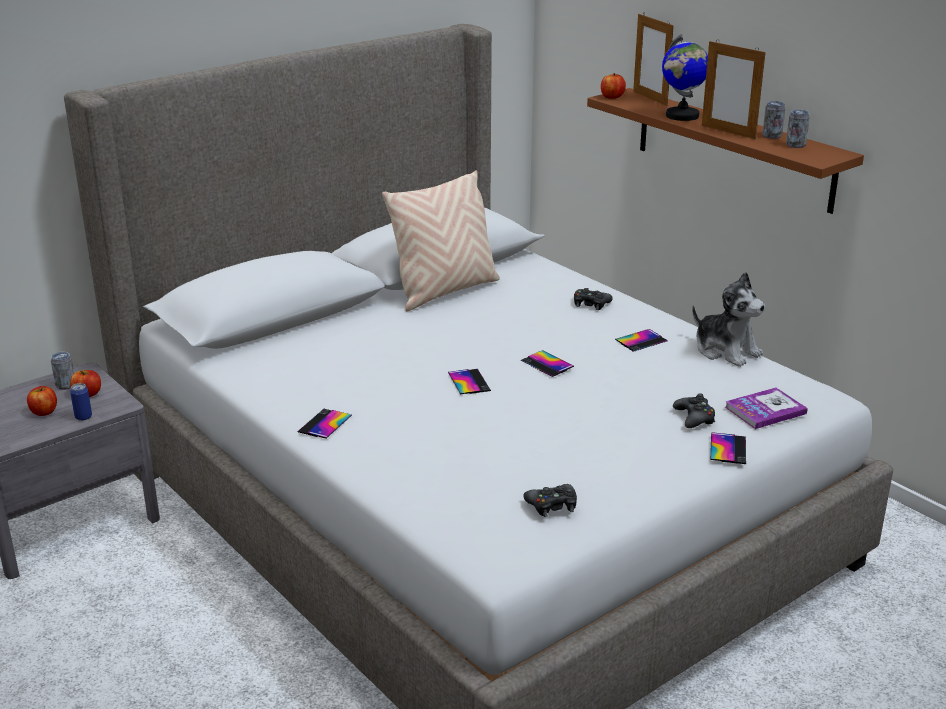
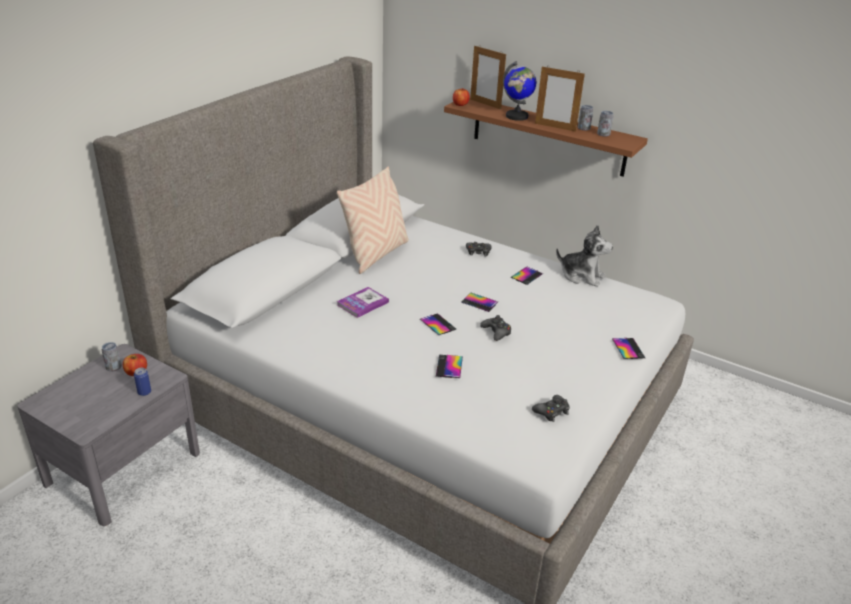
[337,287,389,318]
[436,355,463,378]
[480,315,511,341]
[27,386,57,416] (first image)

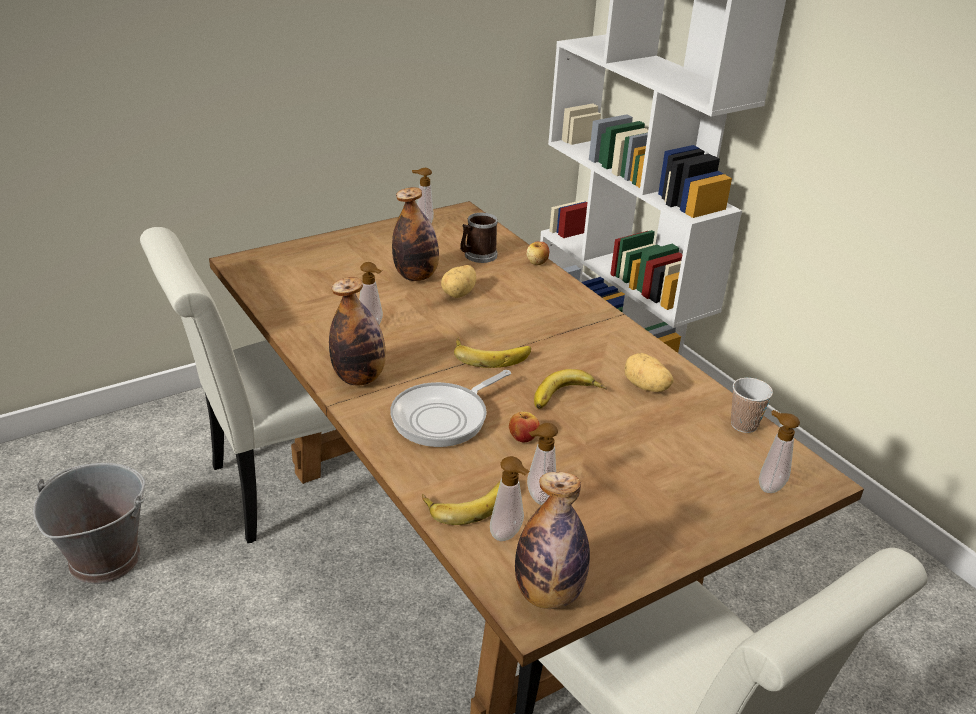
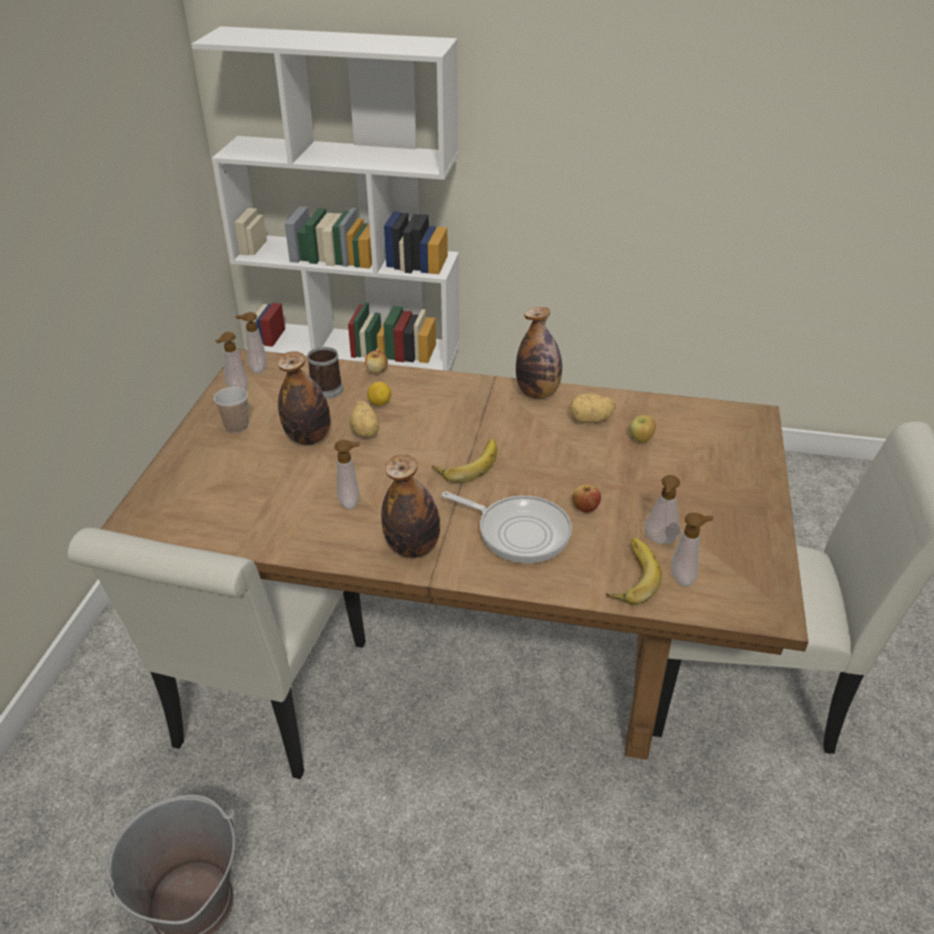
[214,387,248,433]
[236,312,267,373]
[367,382,391,406]
[442,491,572,563]
[516,307,562,399]
[630,415,656,443]
[534,369,607,409] (first image)

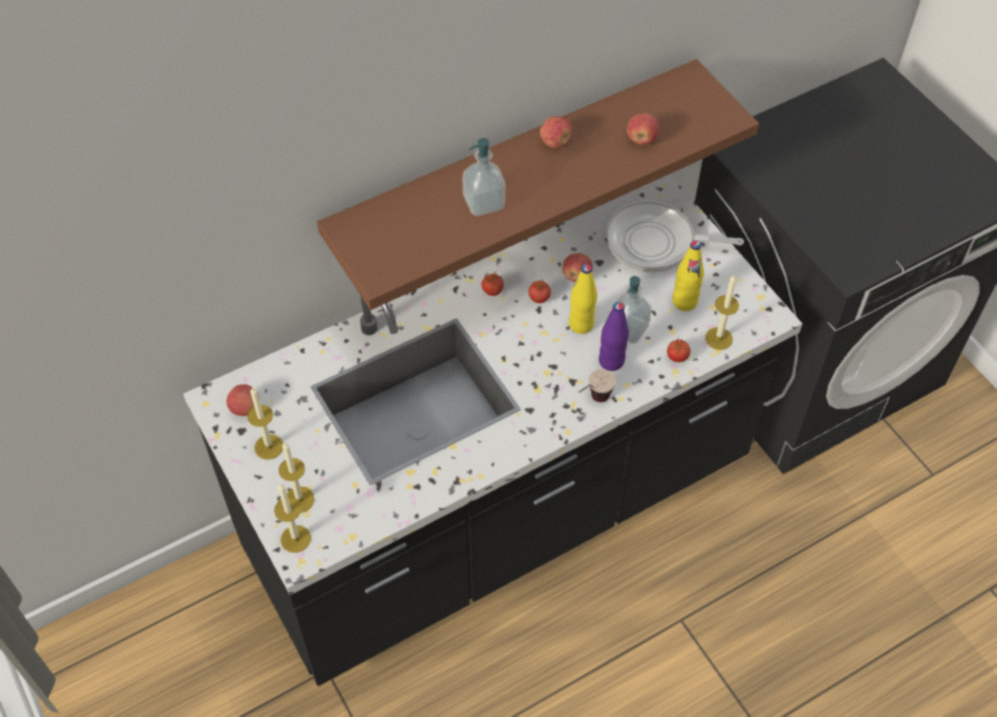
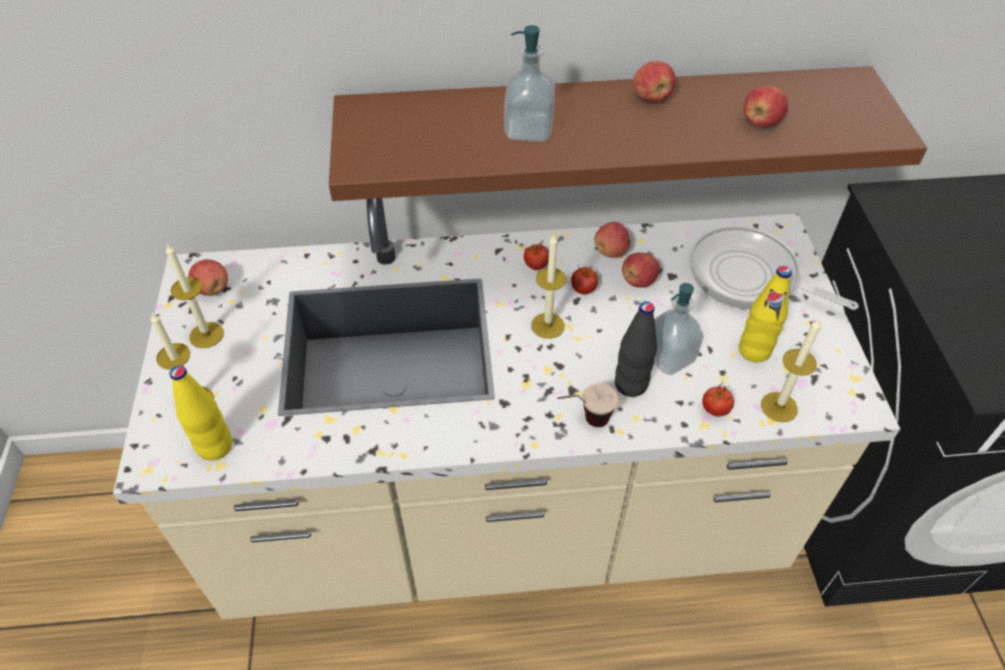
[113,198,900,619]
[169,366,232,461]
[531,235,566,339]
[595,222,630,258]
[615,301,657,397]

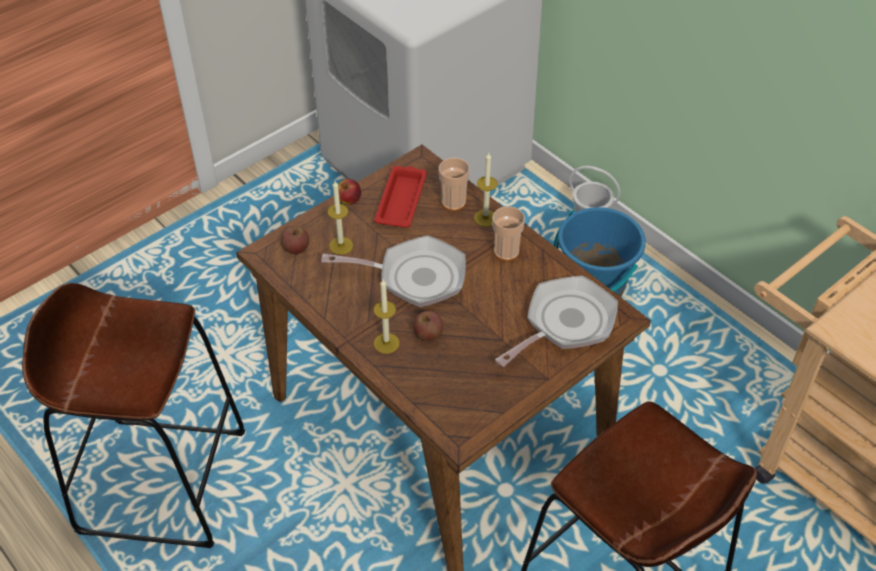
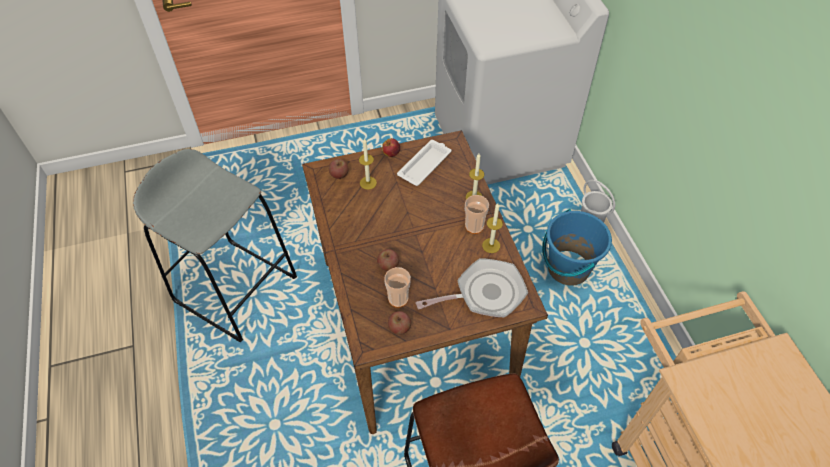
[133,149,297,342]
[384,267,411,308]
[388,311,411,335]
[397,140,451,186]
[482,203,503,253]
[321,235,466,307] (first image)

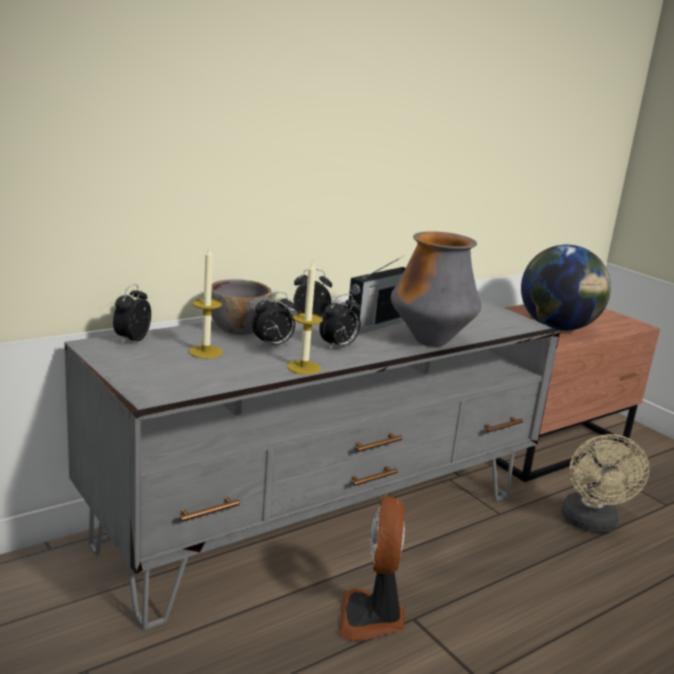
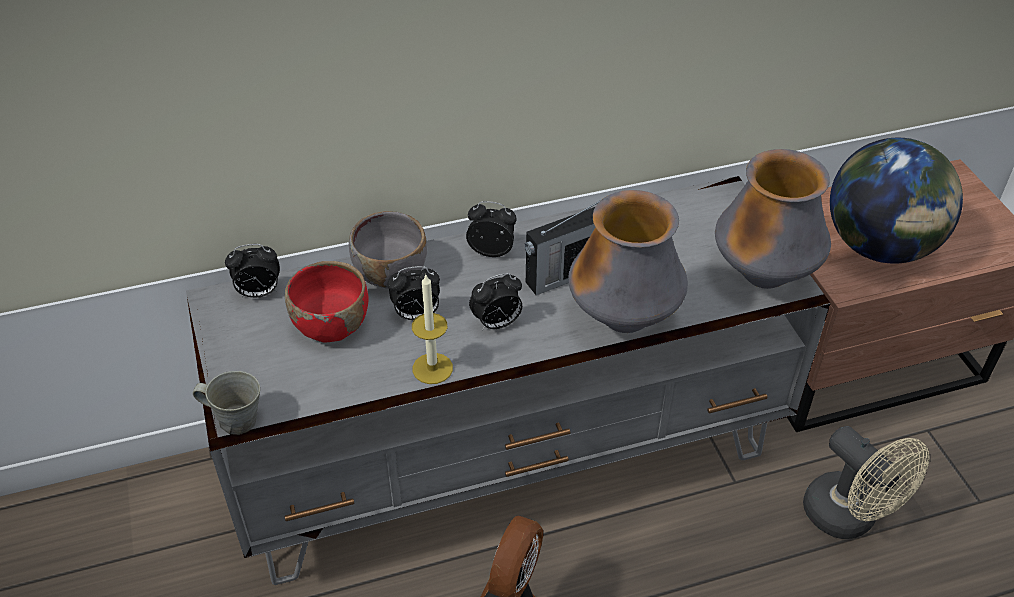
[193,371,260,435]
[225,244,280,298]
[285,261,369,343]
[715,149,831,289]
[803,426,930,539]

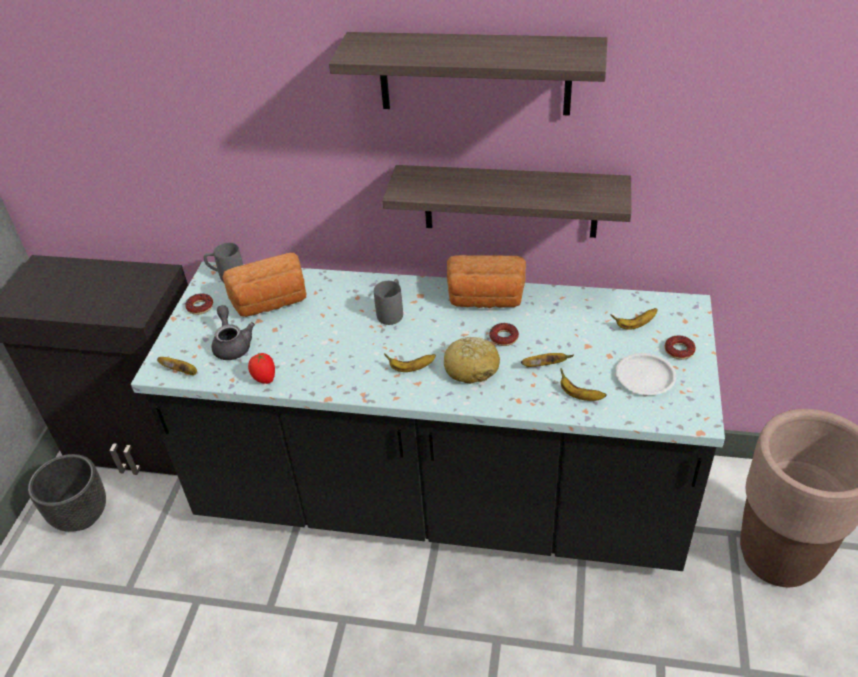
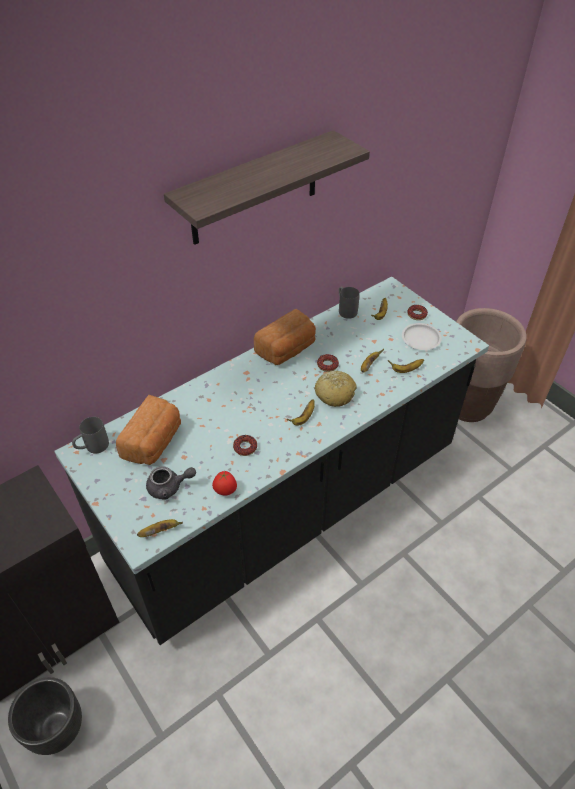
[146,466,196,500]
[233,435,257,456]
[339,286,360,319]
[383,165,631,238] (first image)

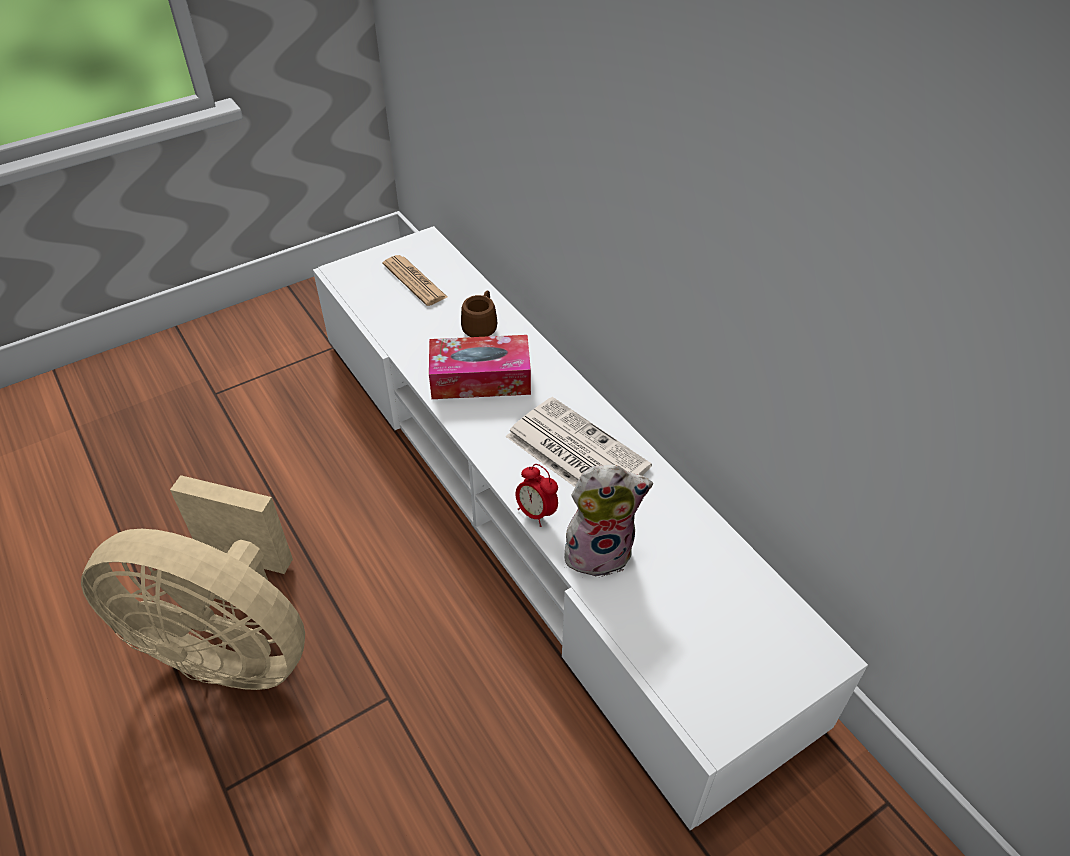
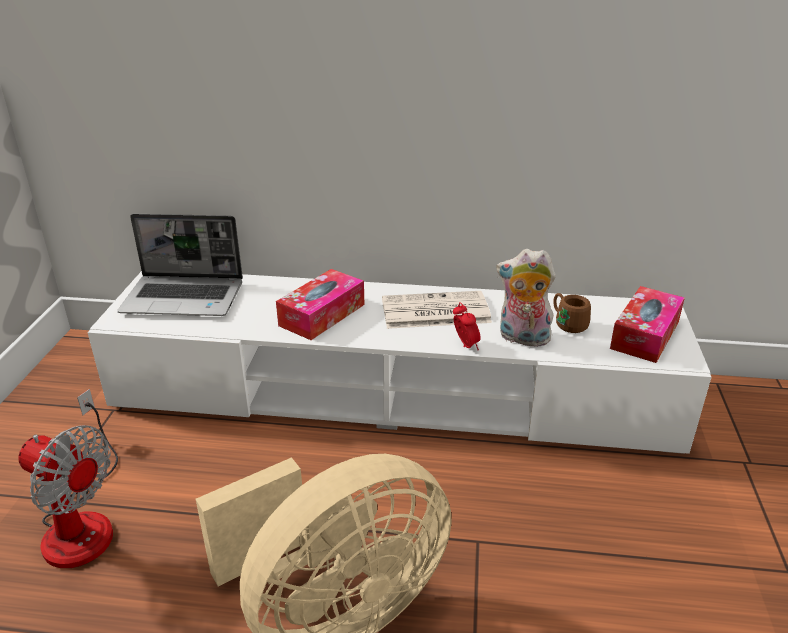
[18,389,118,568]
[117,214,243,316]
[453,302,481,350]
[496,249,556,347]
[553,293,591,333]
[610,286,685,363]

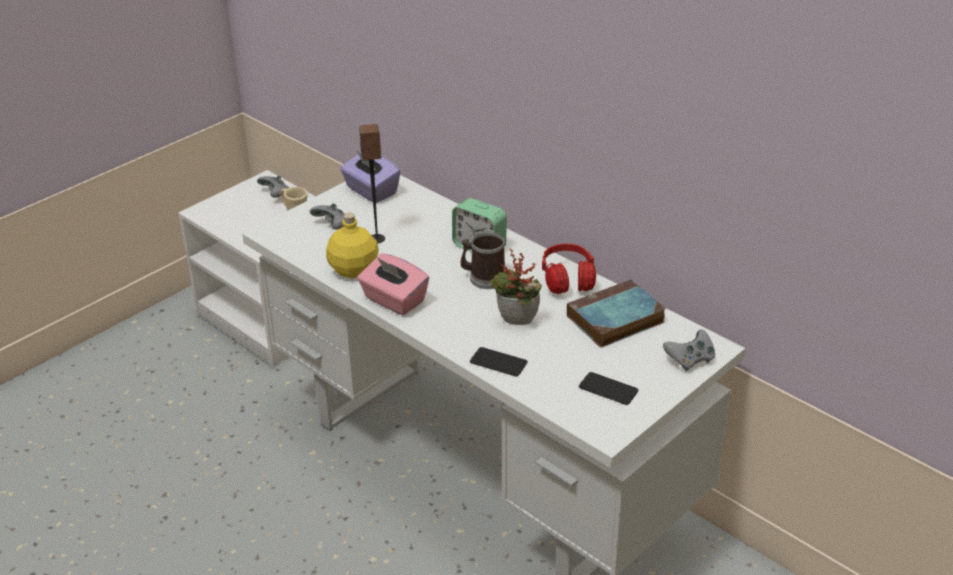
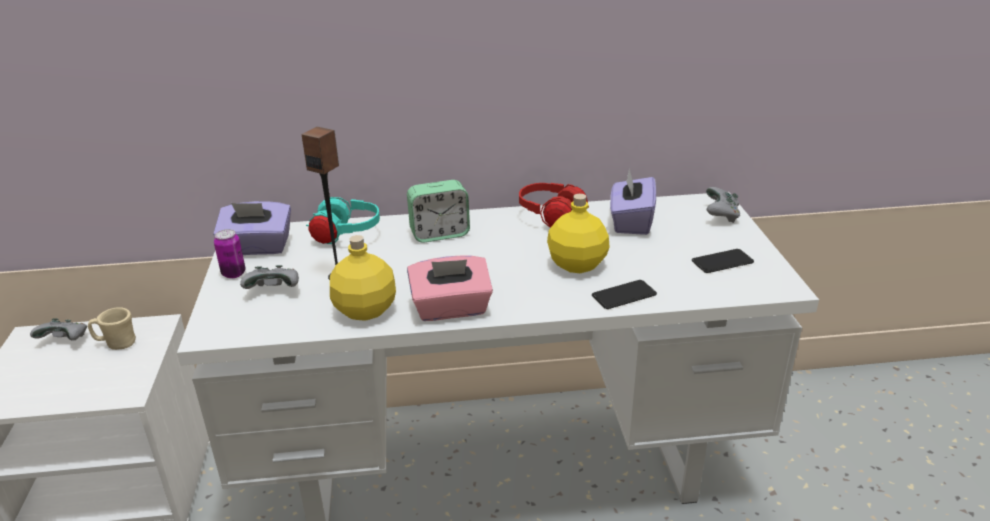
[214,229,246,278]
[306,197,380,244]
[547,194,610,273]
[610,169,656,235]
[461,232,505,289] (first image)

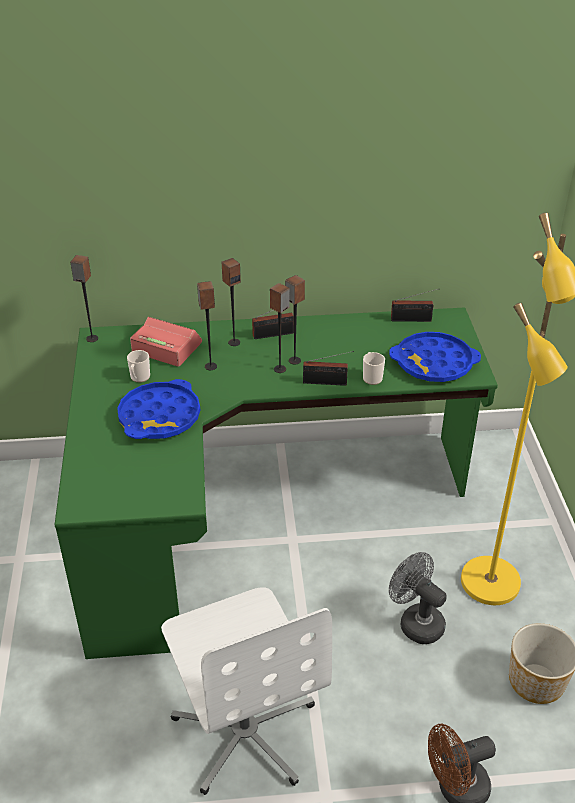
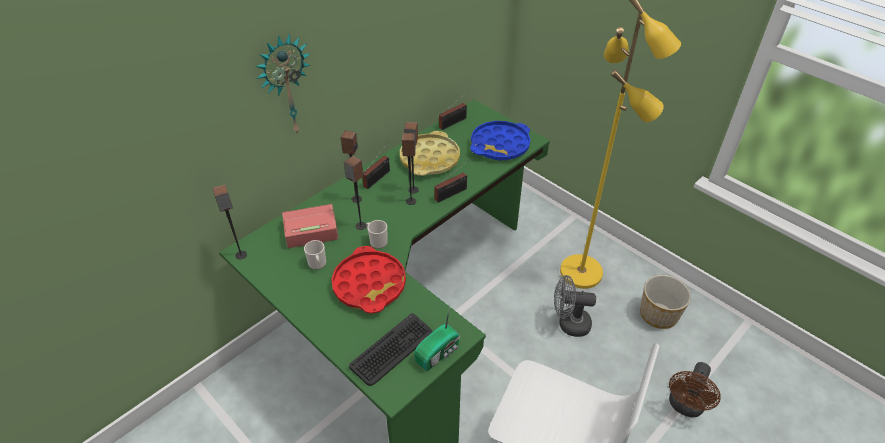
[255,33,311,135]
[332,246,406,314]
[349,313,432,386]
[366,220,388,249]
[400,131,460,176]
[414,304,460,371]

